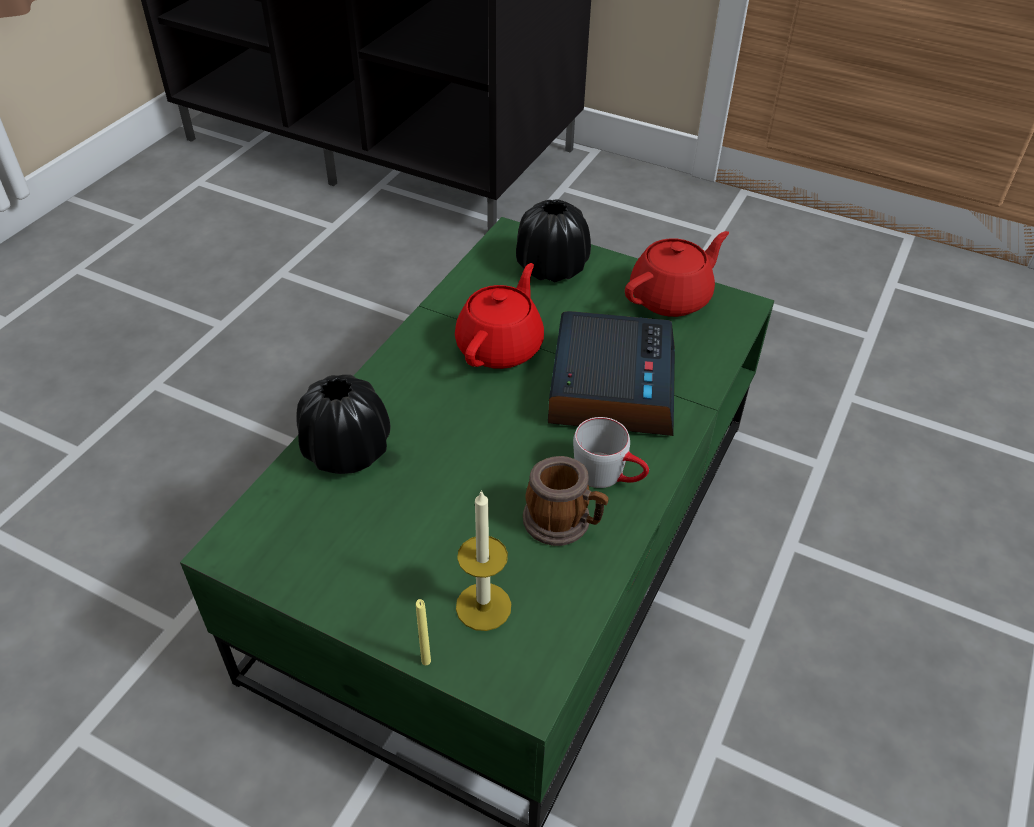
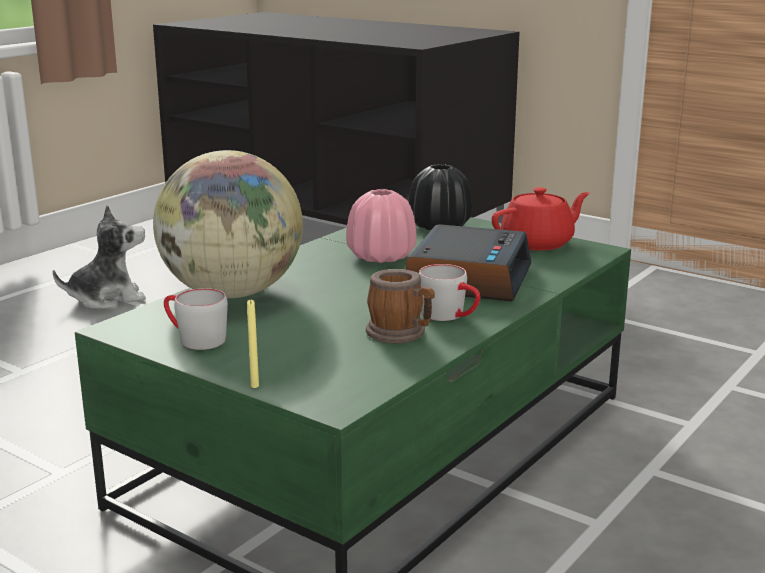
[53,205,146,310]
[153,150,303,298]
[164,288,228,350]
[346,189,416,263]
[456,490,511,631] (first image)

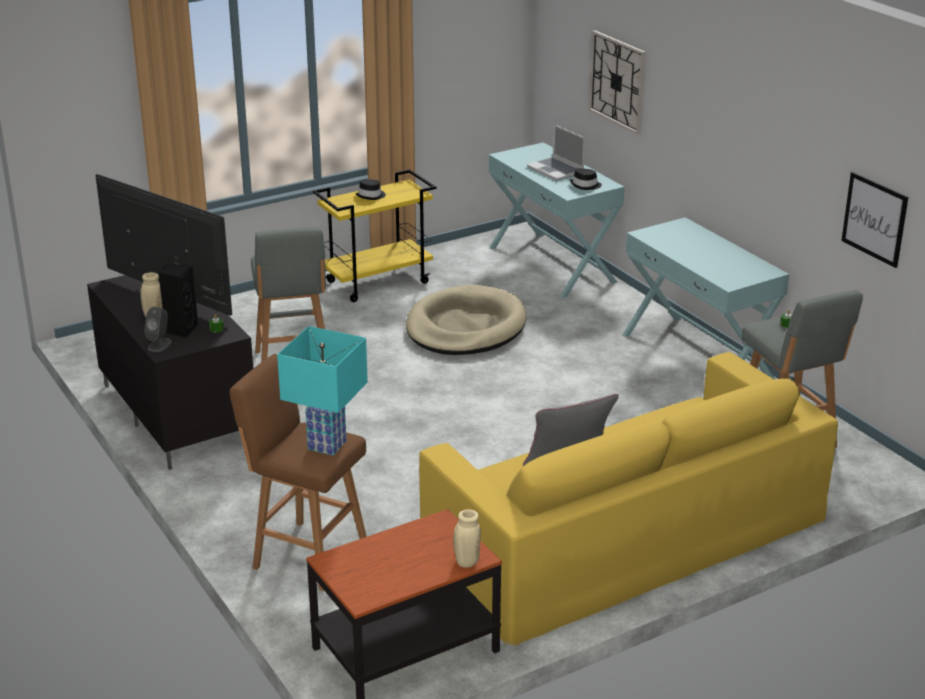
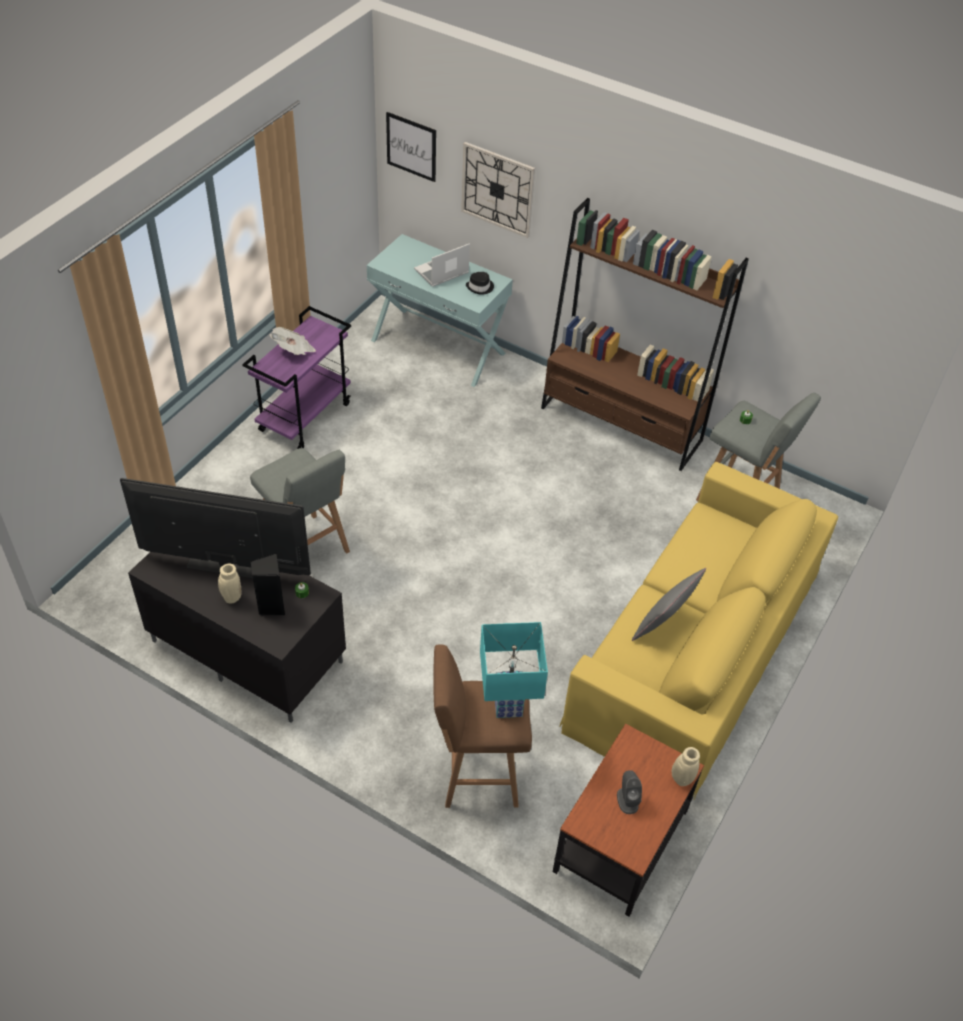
[242,306,351,449]
[269,327,316,355]
[386,112,436,182]
[414,243,470,287]
[541,198,749,471]
[617,770,642,814]
[406,285,526,355] (first image)

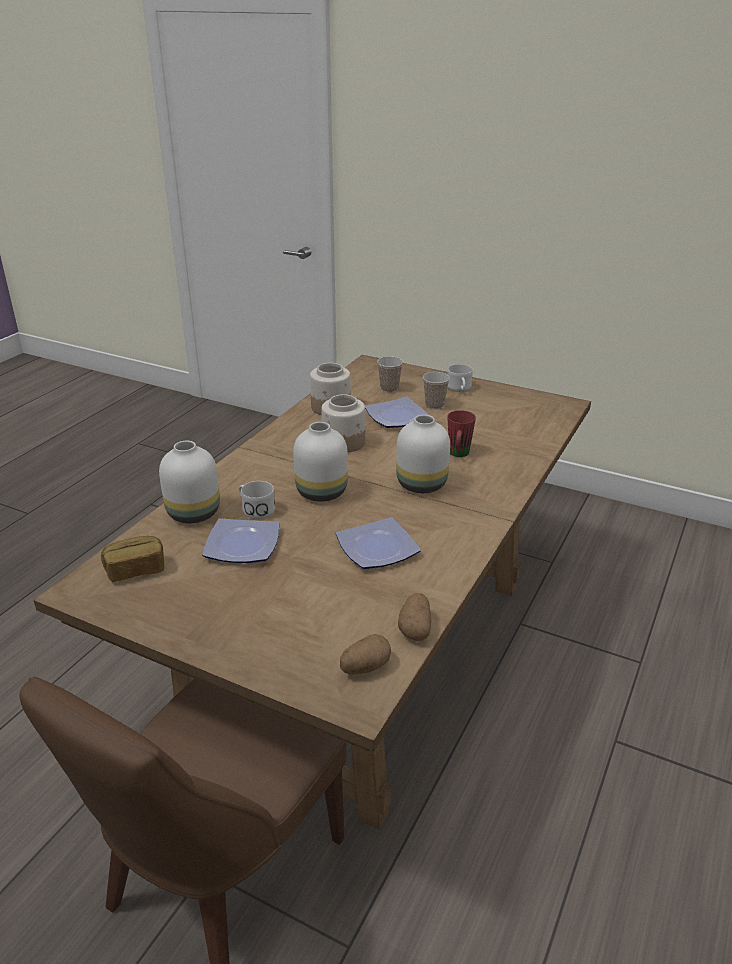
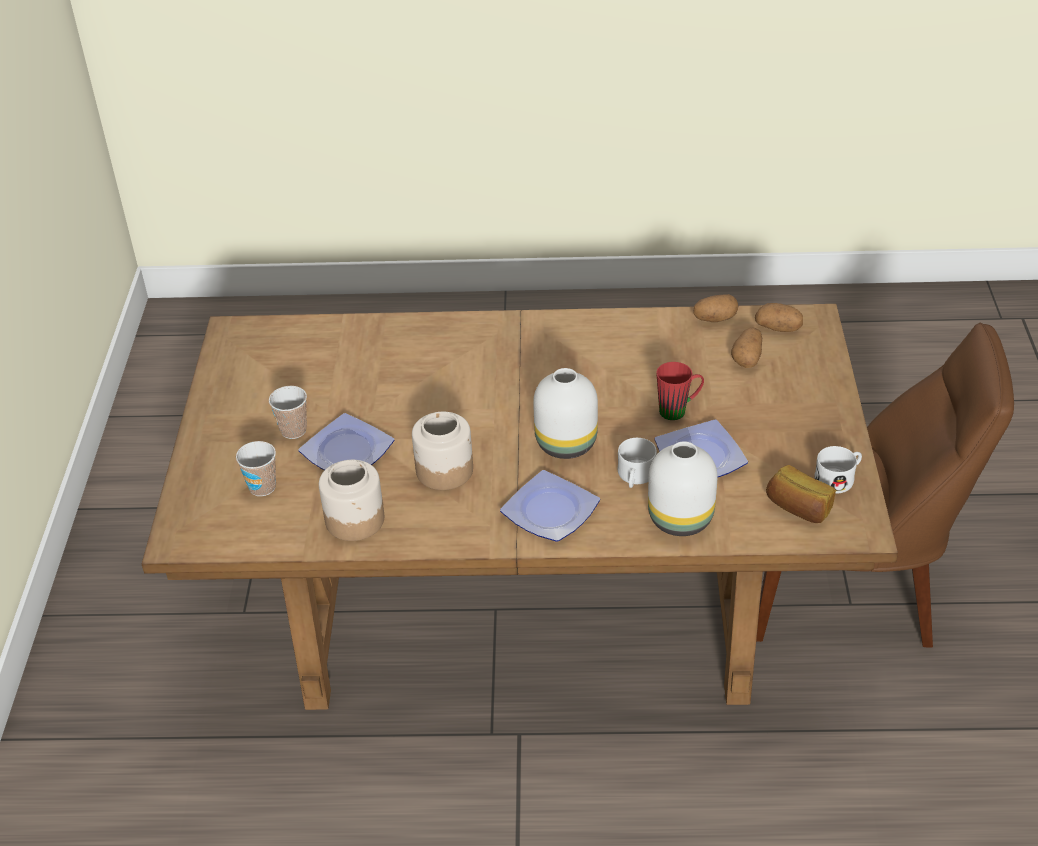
[500,470,600,542]
[656,362,704,420]
[731,327,762,368]
[814,446,862,494]
[396,415,450,493] (first image)

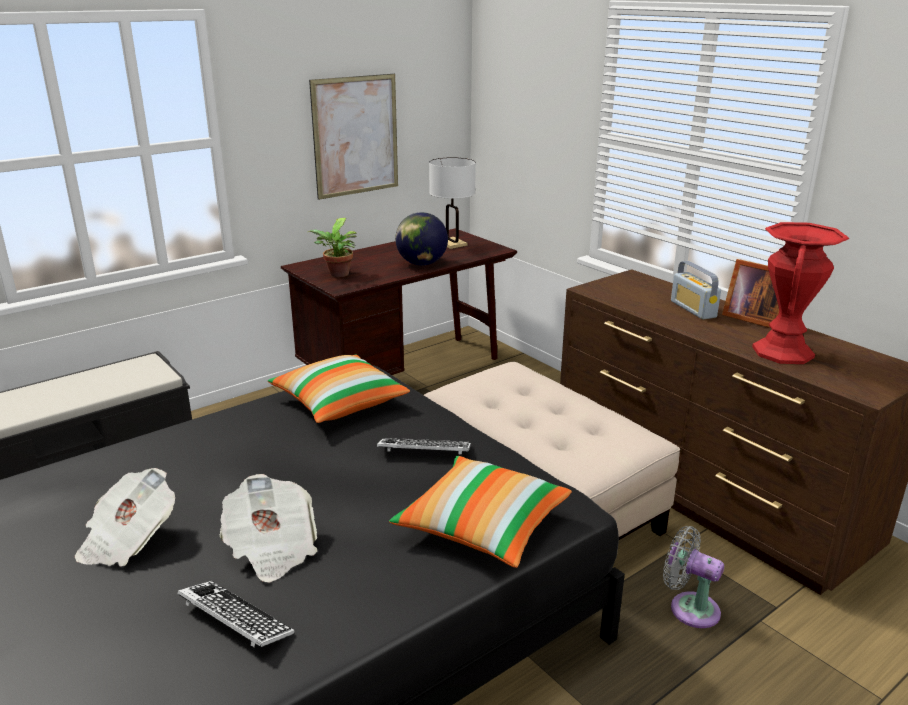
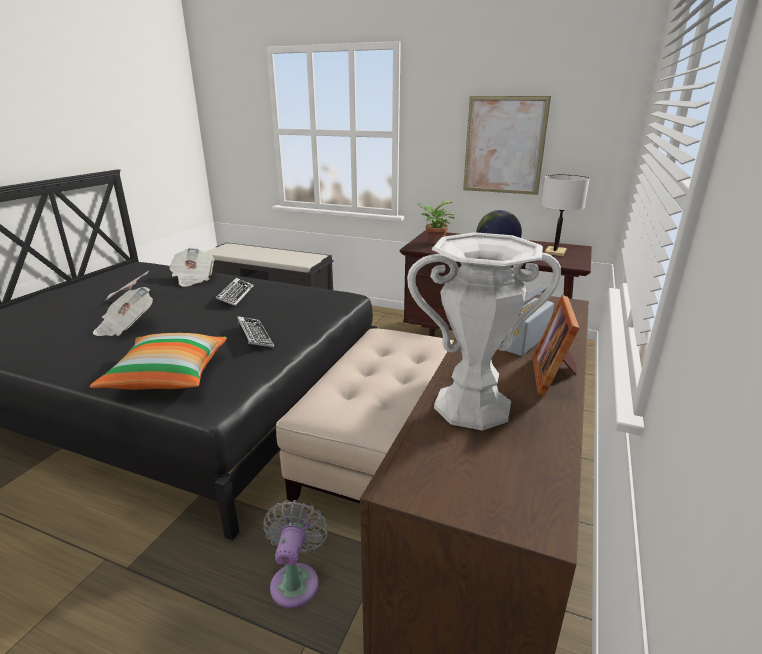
[169,248,215,287]
[216,278,253,306]
[407,232,561,431]
[268,354,410,423] (first image)

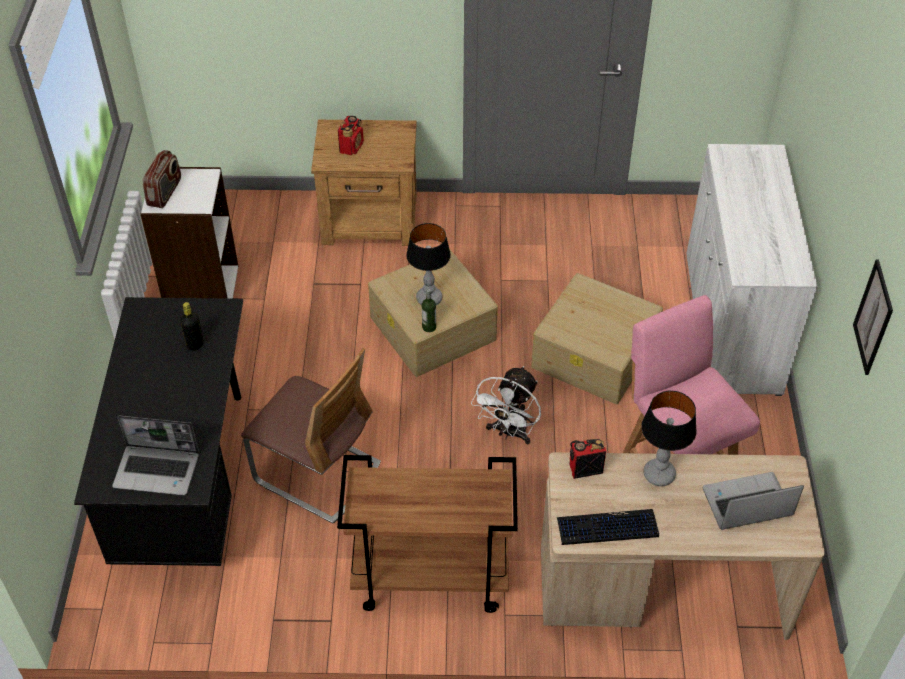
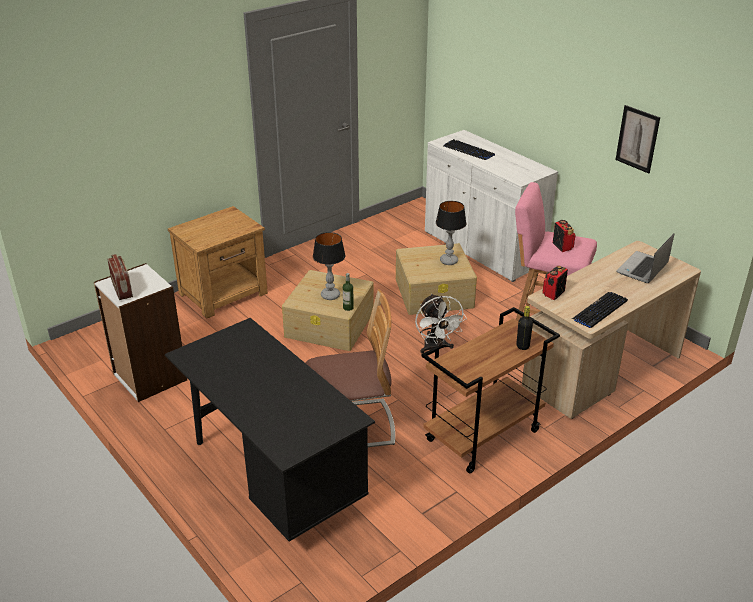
[436,201,466,265]
[444,139,495,160]
[516,306,533,350]
[553,220,575,252]
[112,416,199,495] (first image)

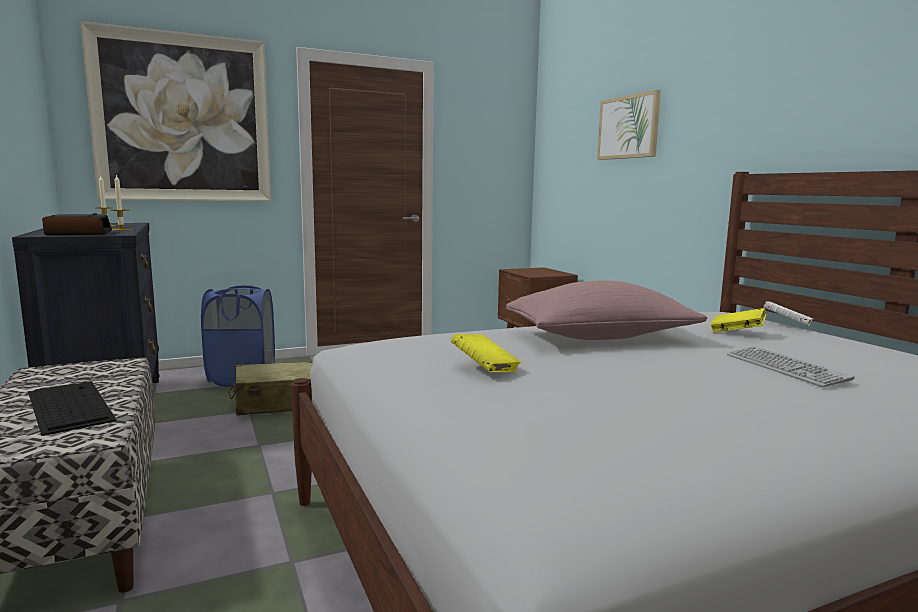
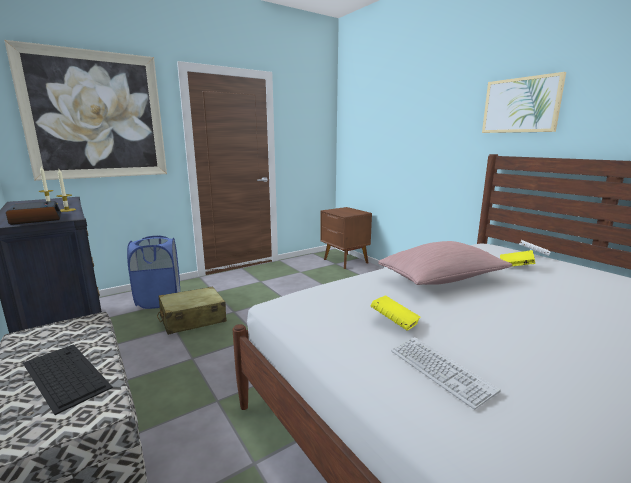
[391,337,501,409]
[482,72,566,133]

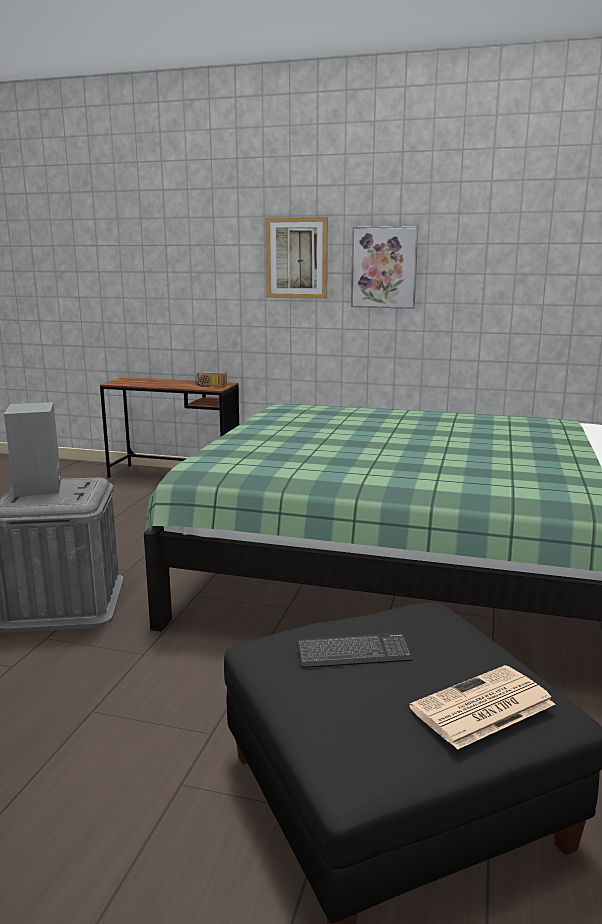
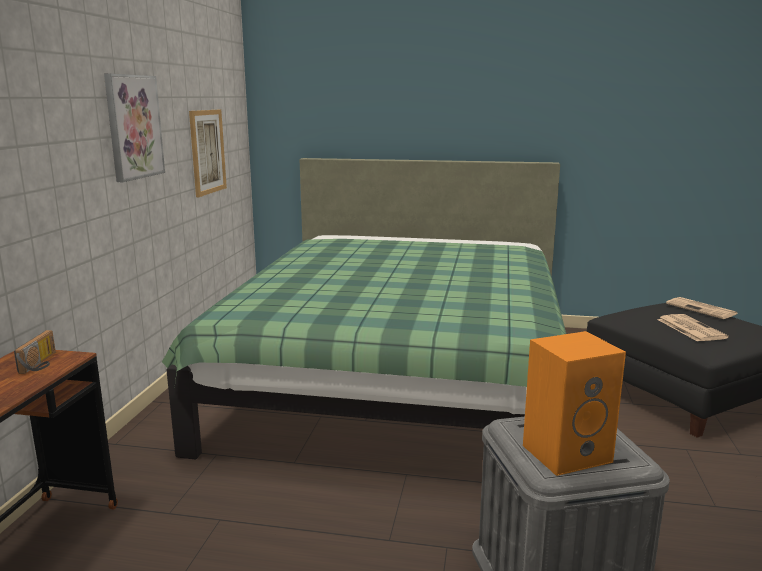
[189,110,227,197]
[523,331,626,476]
[657,314,729,342]

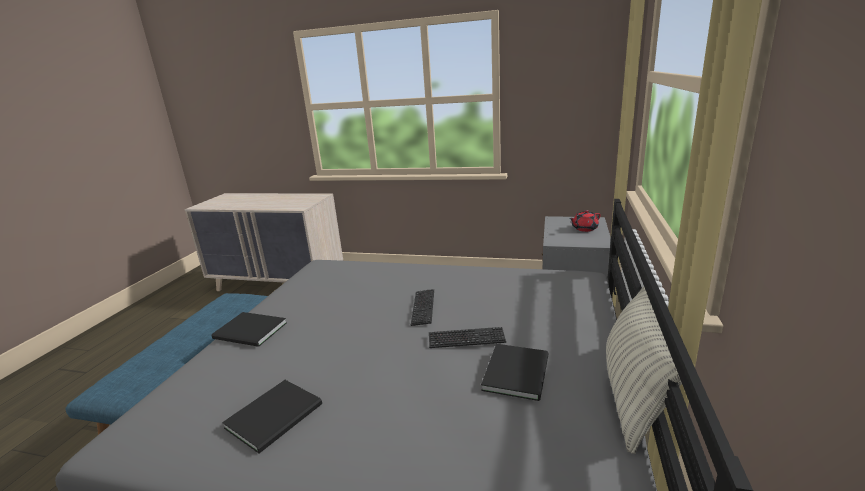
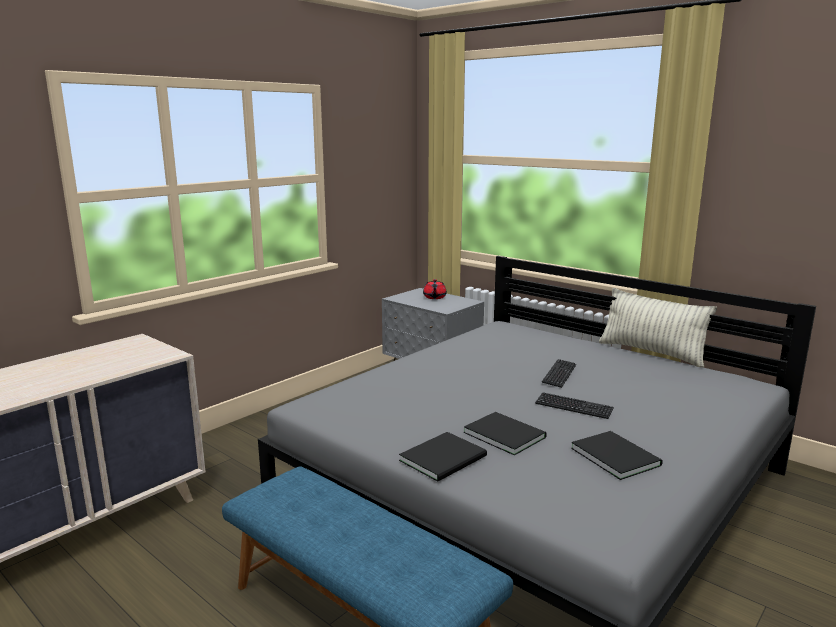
[464,412,547,455]
[535,392,614,419]

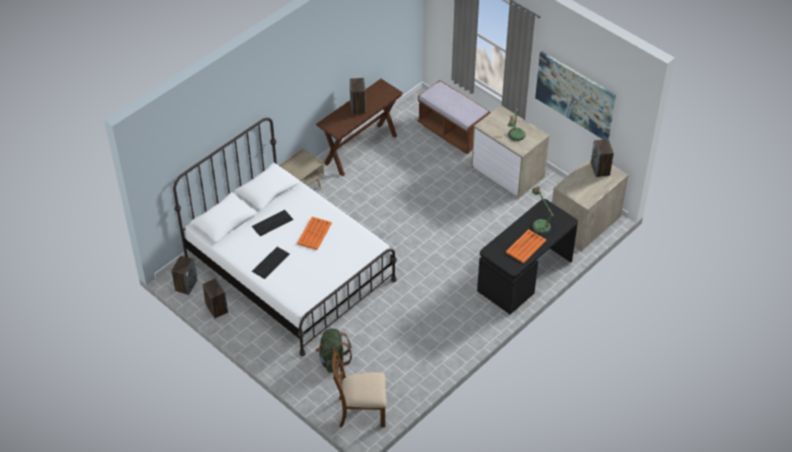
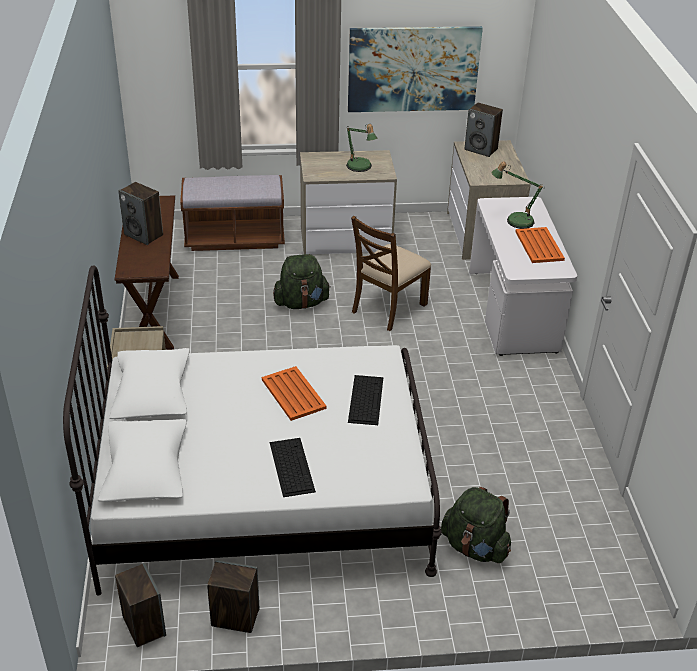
[273,254,331,309]
[348,375,383,425]
[351,216,431,331]
[469,197,577,356]

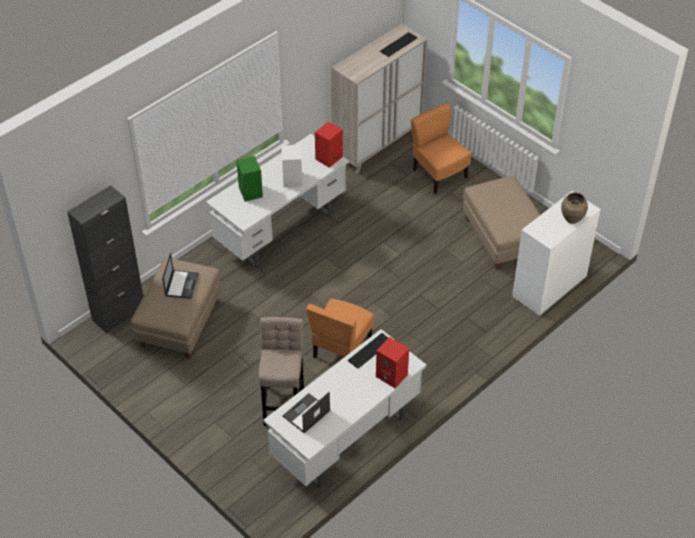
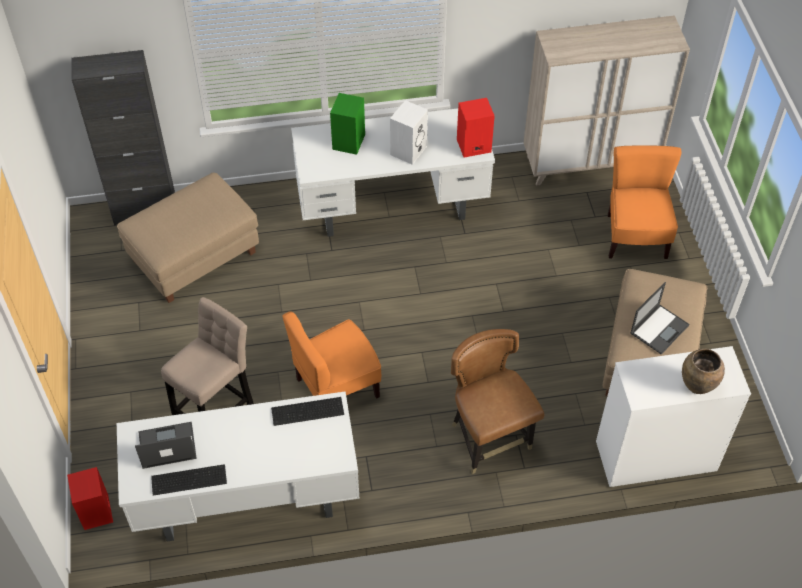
[67,467,113,530]
[151,464,227,496]
[451,329,544,474]
[630,282,690,355]

